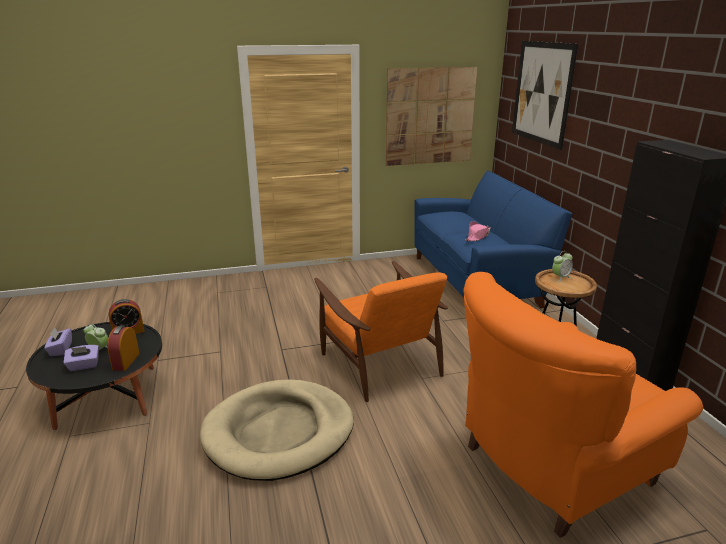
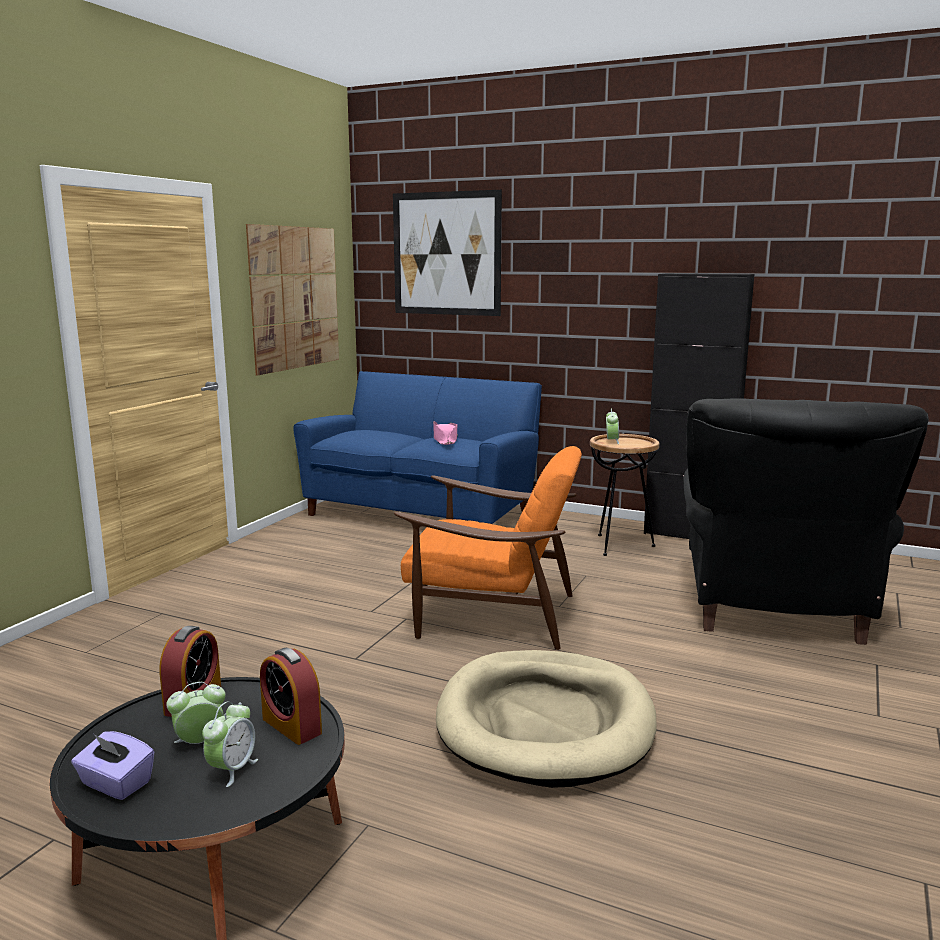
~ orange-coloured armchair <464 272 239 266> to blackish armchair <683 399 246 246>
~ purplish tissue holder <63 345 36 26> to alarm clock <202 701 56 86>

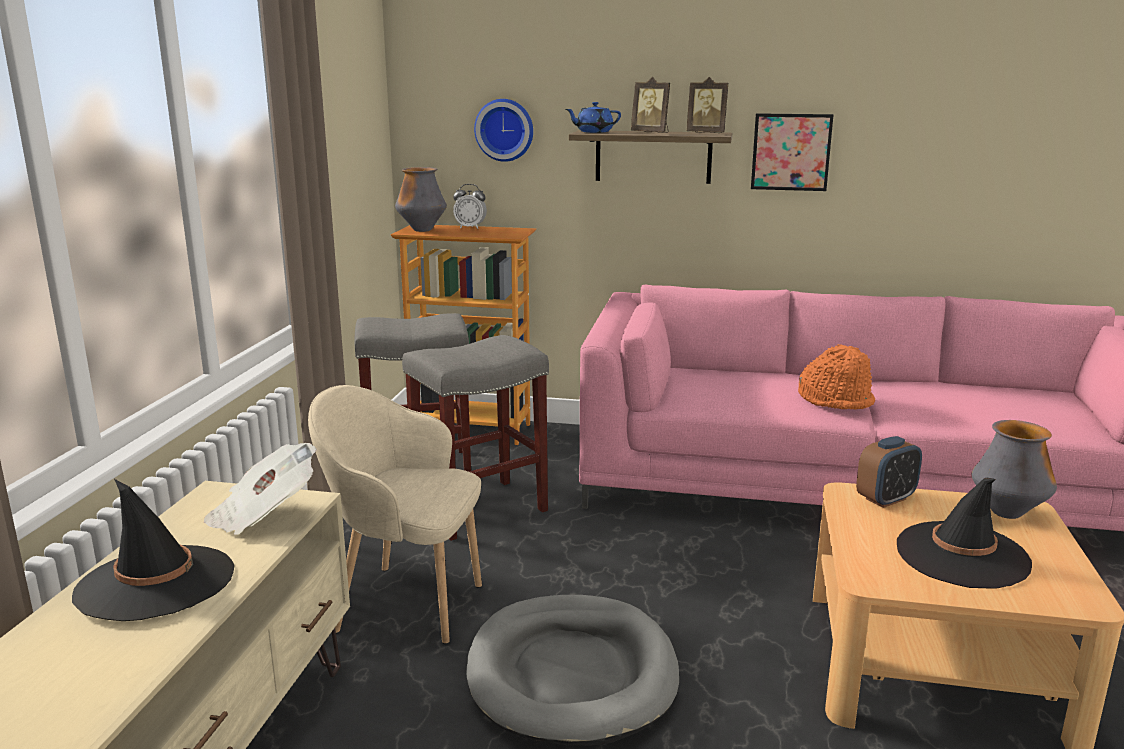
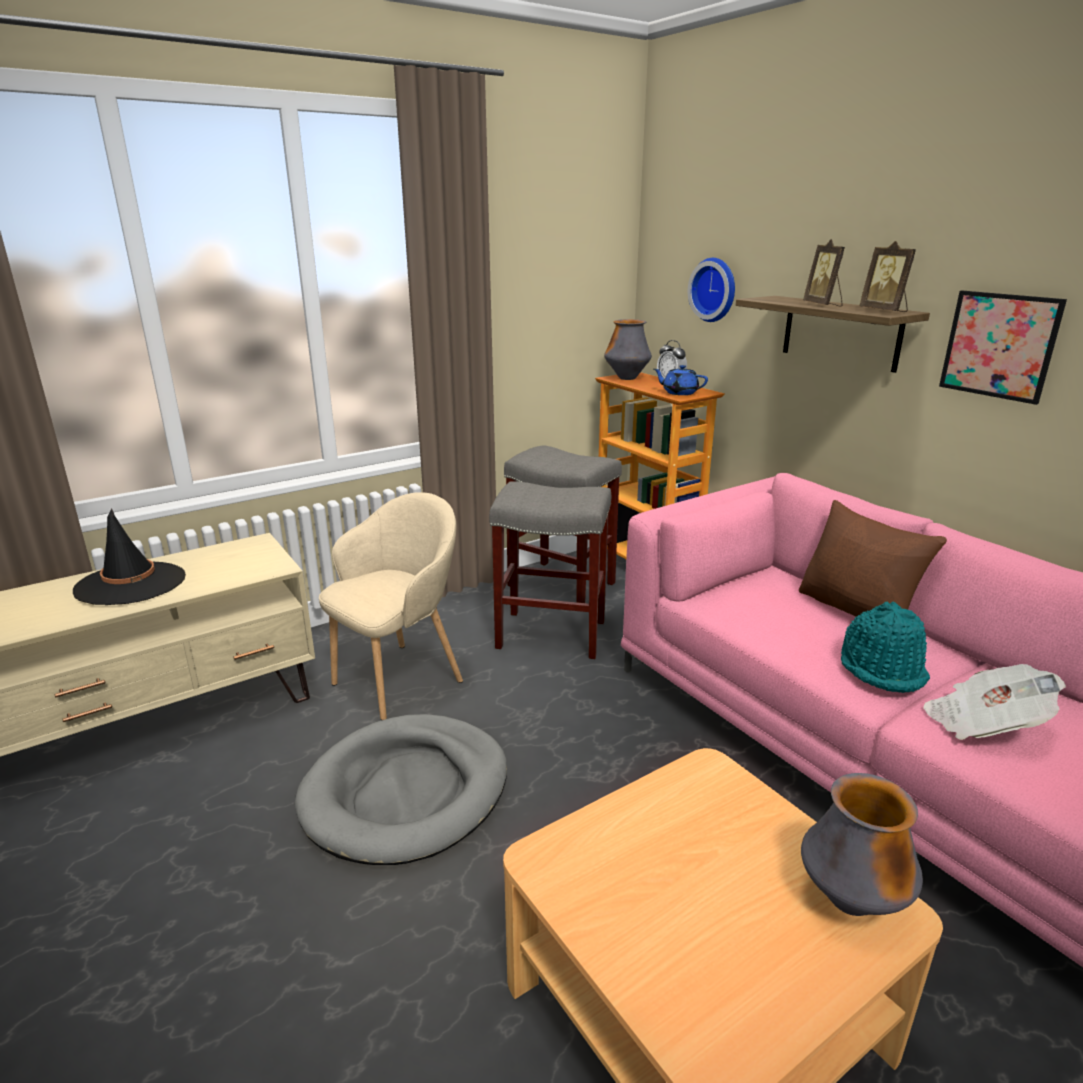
~ blue teapot <566 102 55 31> to <654 365 54 30>
~ orange-coloured hat <798 344 77 66> to turquoise-coloured hat <841 602 89 91>
~ sand-coloured armchair <308 385 174 259> = <319 492 144 228> 75 degrees clockwise
- alarm clock <856 436 66 72>
~ daily paper <204 443 113 92> to <923 664 143 76>
- blackish hat <897 478 135 111>
+ brown pillow <799 500 148 116>

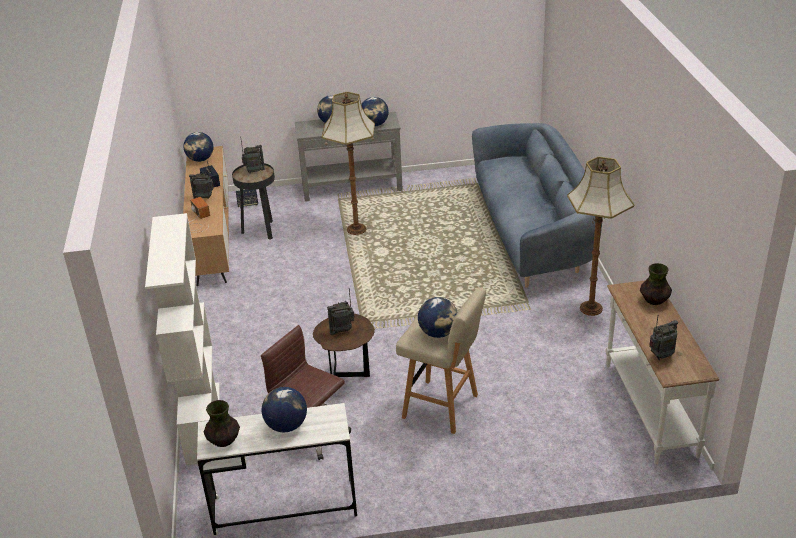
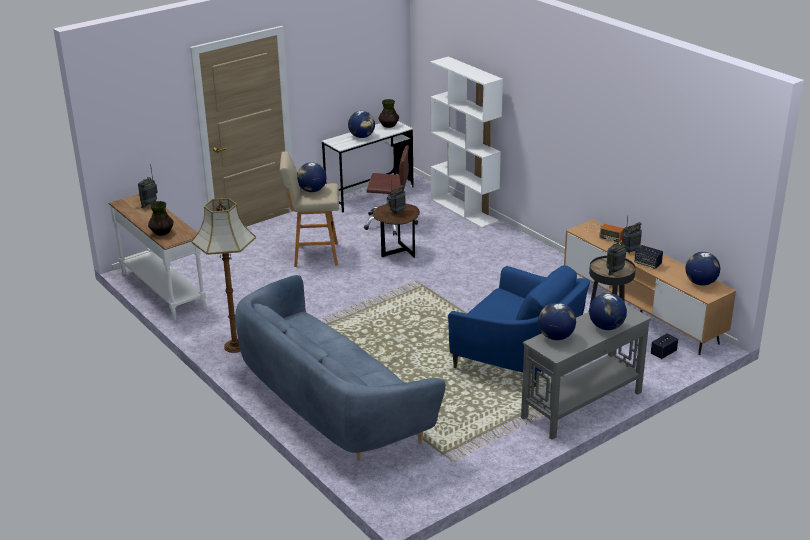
~ standing lamp <321 92 54 143> to blue armchair <448 265 142 122>

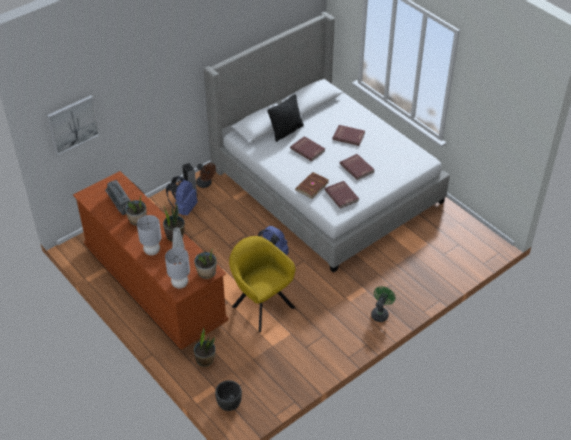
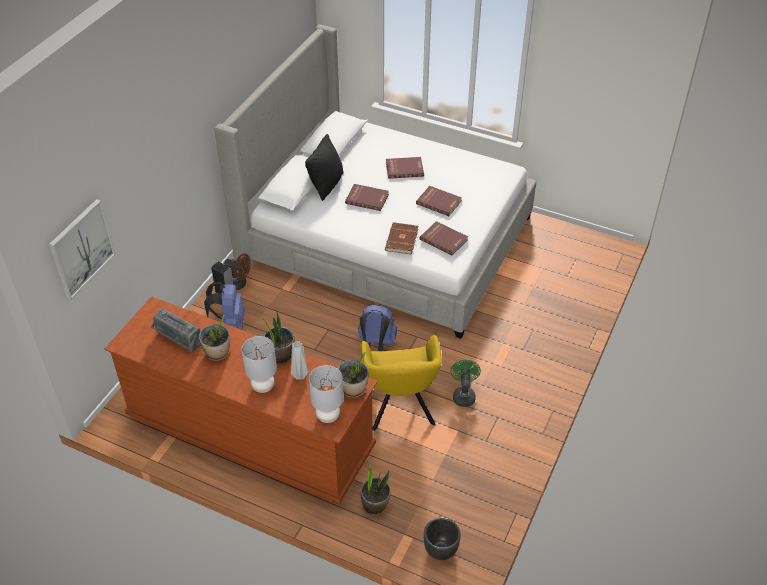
~ yellow armchair <229 236 67 96> = <360 335 82 96> 120 degrees counterclockwise
~ green-coloured electric fan <371 286 25 36> to <450 360 31 47>

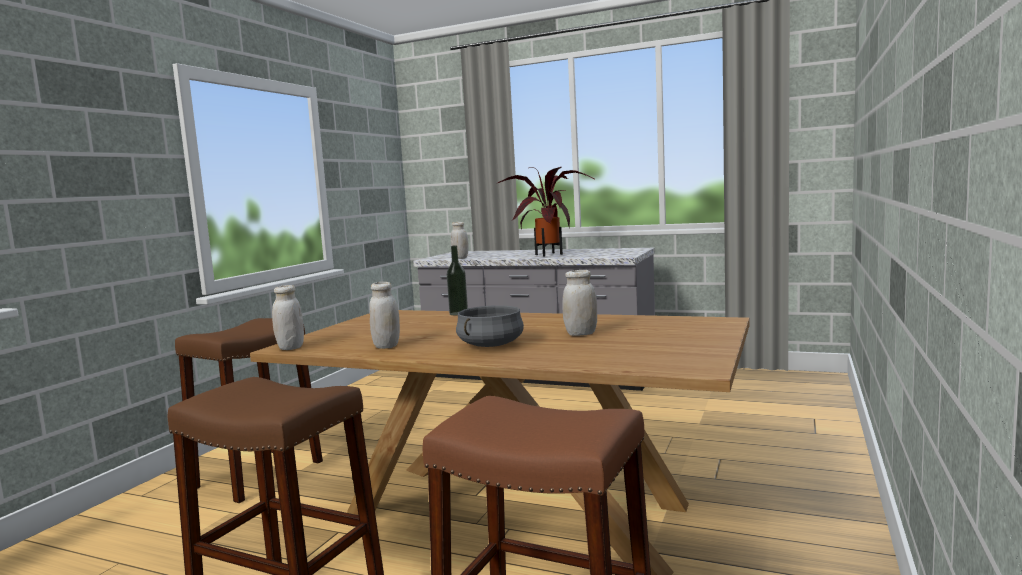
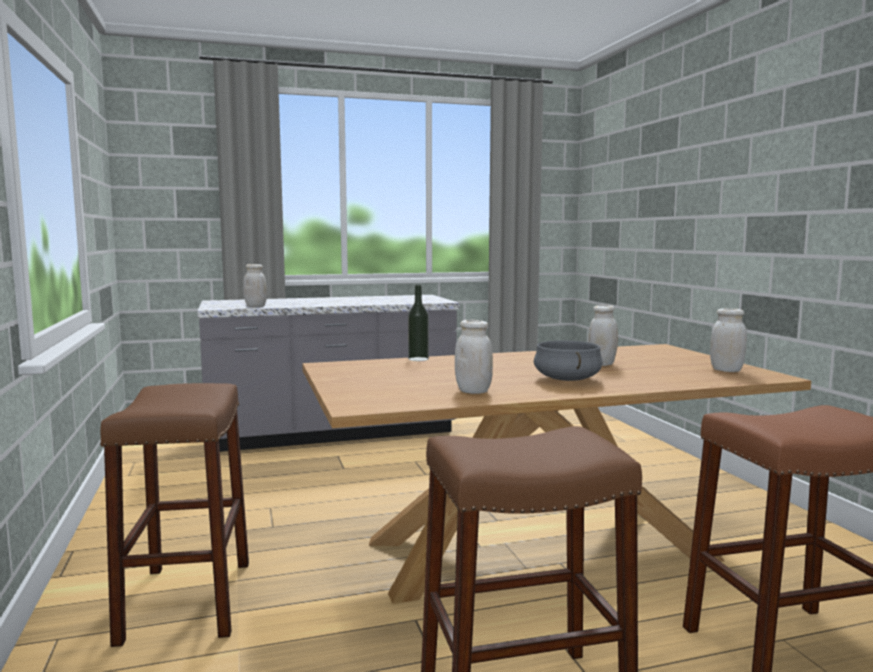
- houseplant <496 167 98 90>
~ white-coloured preserve jar <272 285 32 65> to <710 308 37 64>

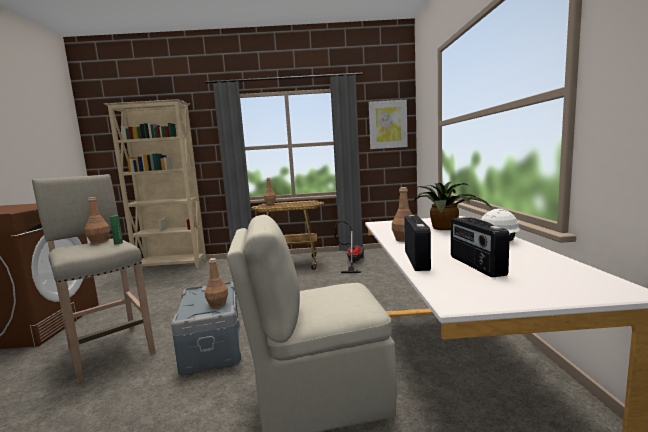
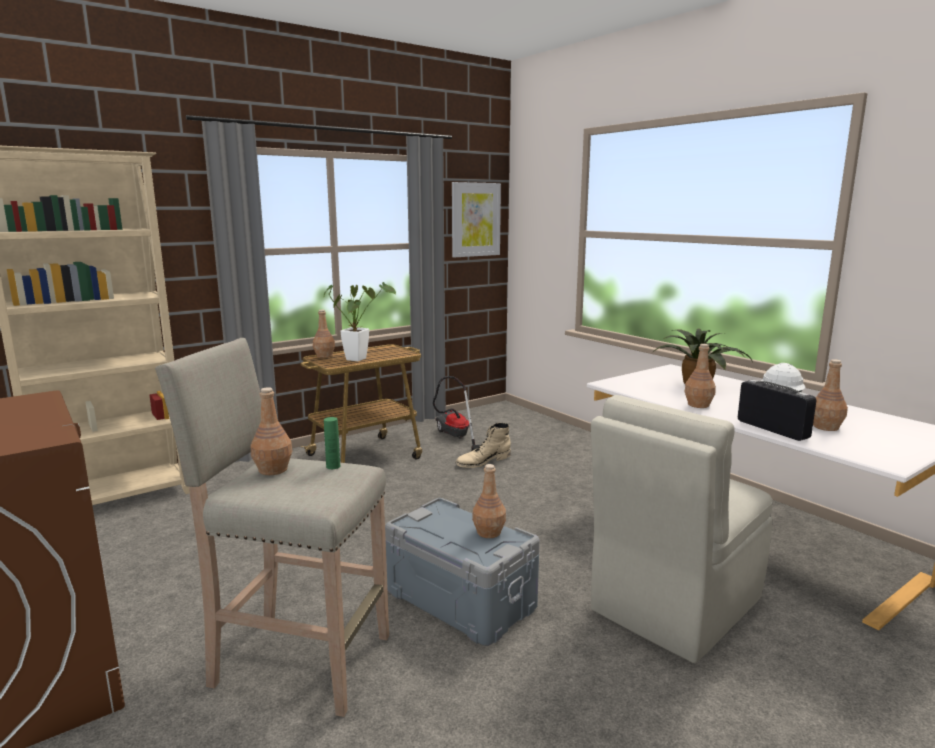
~ radio receiver <451 217 59 60> to brown bottle <813 359 35 72>
+ houseplant <324 282 72 79>
+ sand-coloured high-top boot <455 423 56 45>

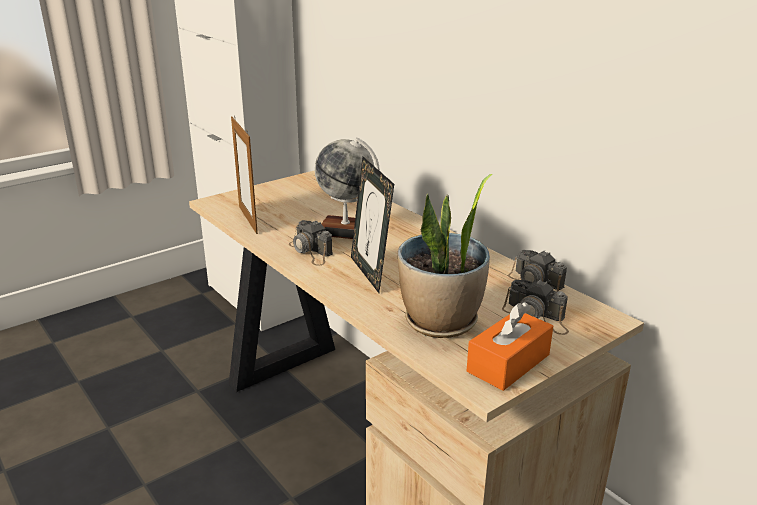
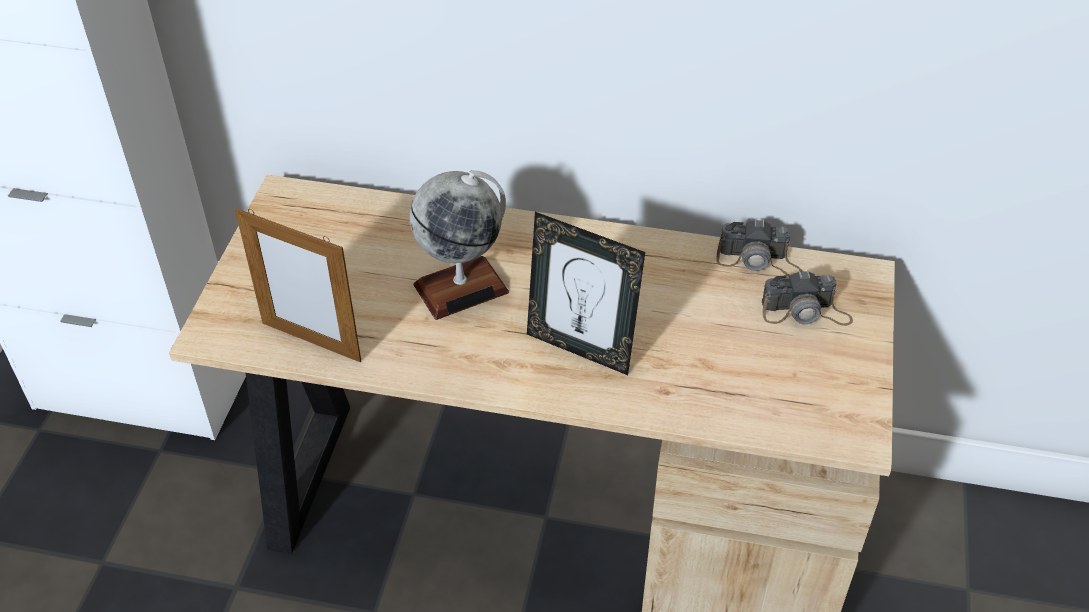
- houseplant <398 174 94 164>
- still camera <289 220 44 46>
- orange-coloured tissue holder <467 302 86 89>

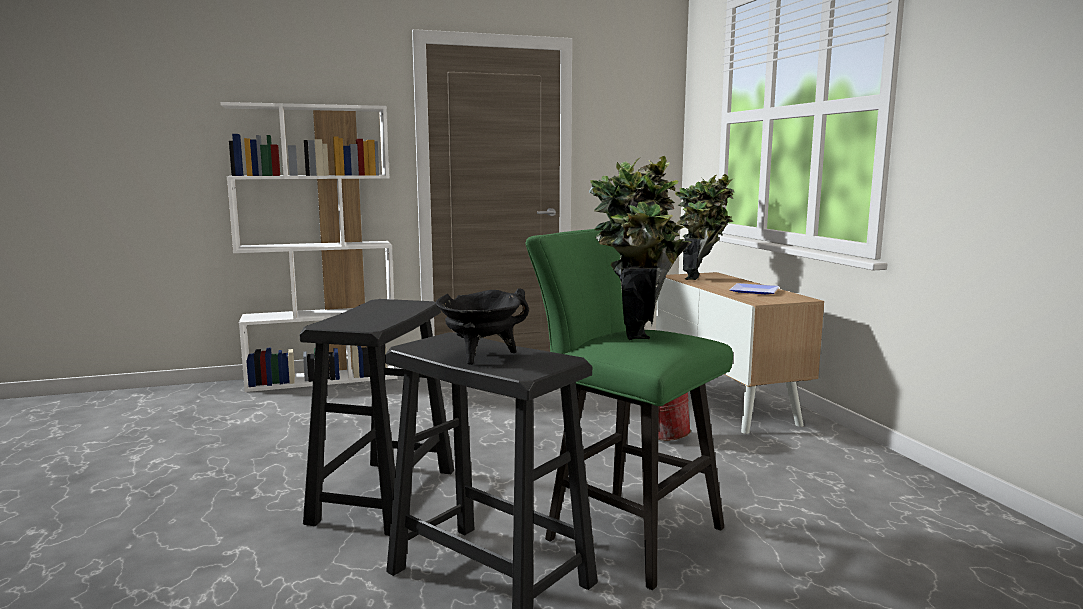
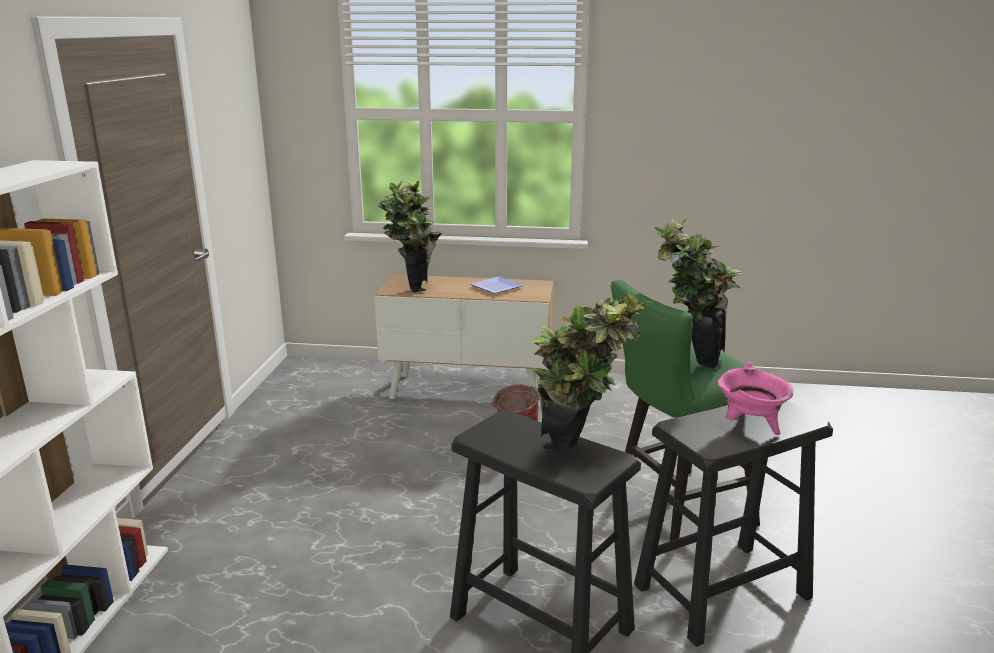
~ blackish stockpot <436 288 93 77> to pink stockpot <718 362 75 73>
+ houseplant <531 292 122 158>

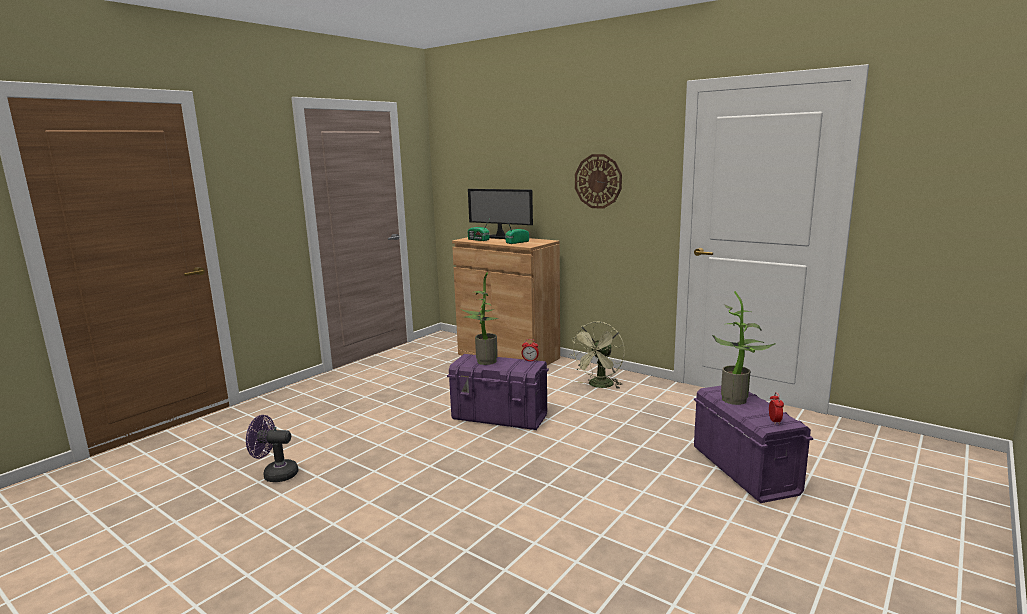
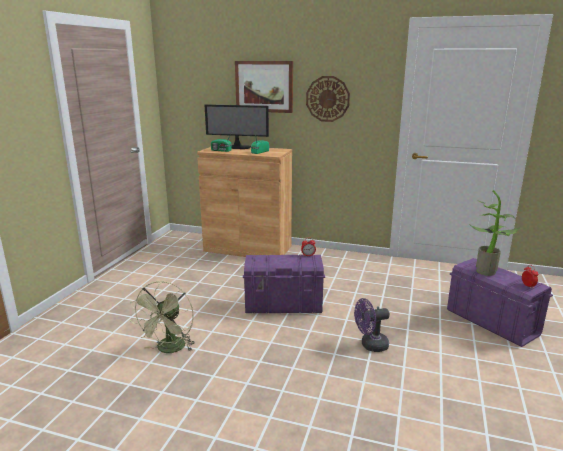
- houseplant <460 273 39 92>
~ green-coloured electric fan <570 322 55 67> to <131 281 64 72>
~ purplish electric fan <246 415 52 67> to <354 298 36 54>
+ picture <235 61 58 52>

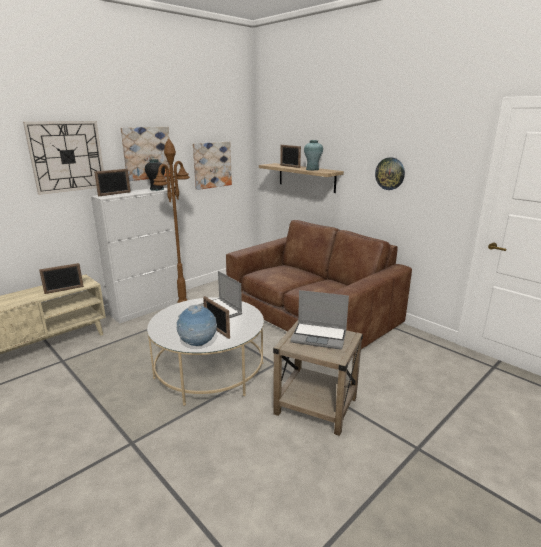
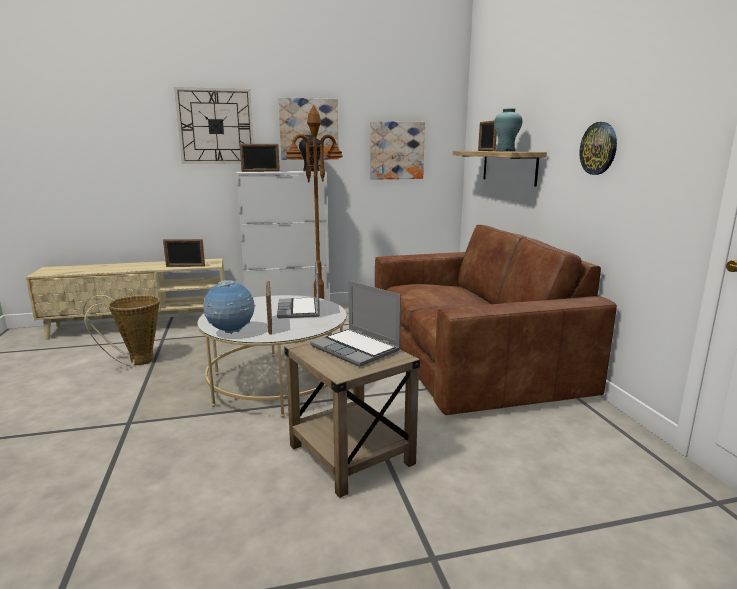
+ household basket <83 295 77 71>

